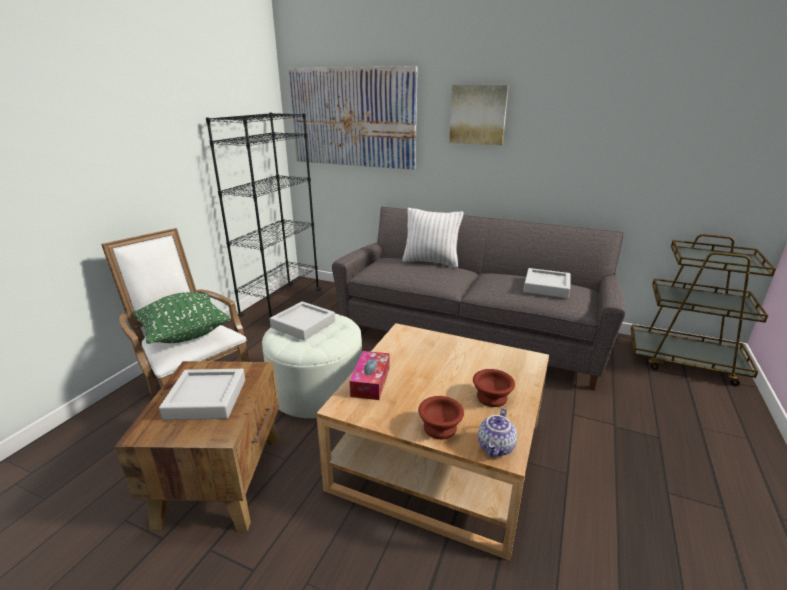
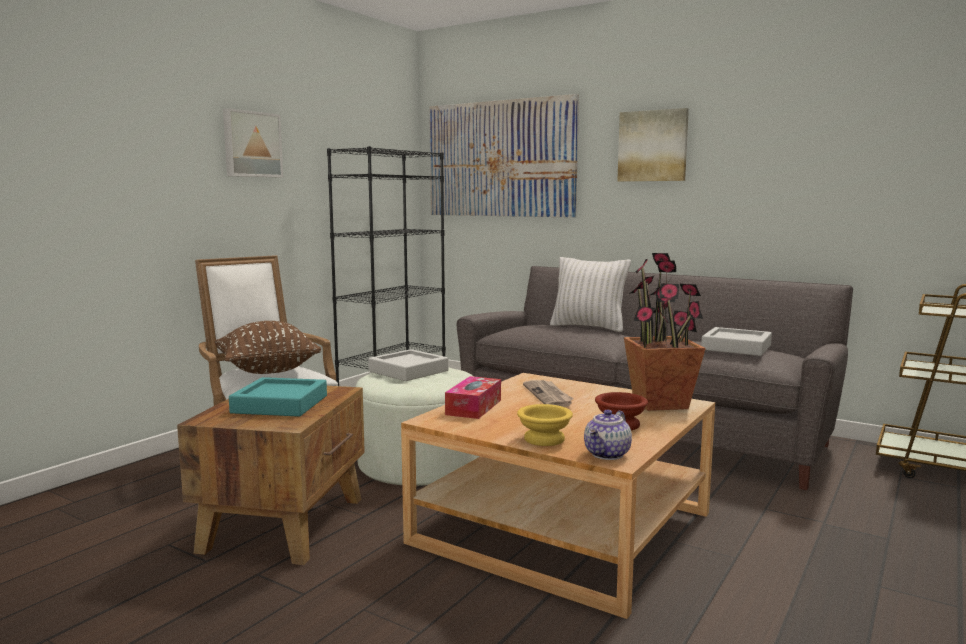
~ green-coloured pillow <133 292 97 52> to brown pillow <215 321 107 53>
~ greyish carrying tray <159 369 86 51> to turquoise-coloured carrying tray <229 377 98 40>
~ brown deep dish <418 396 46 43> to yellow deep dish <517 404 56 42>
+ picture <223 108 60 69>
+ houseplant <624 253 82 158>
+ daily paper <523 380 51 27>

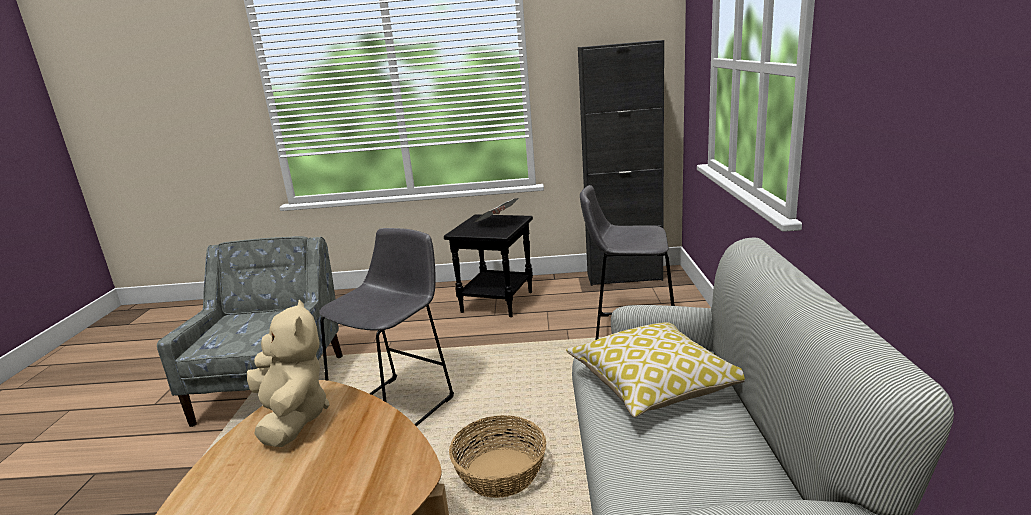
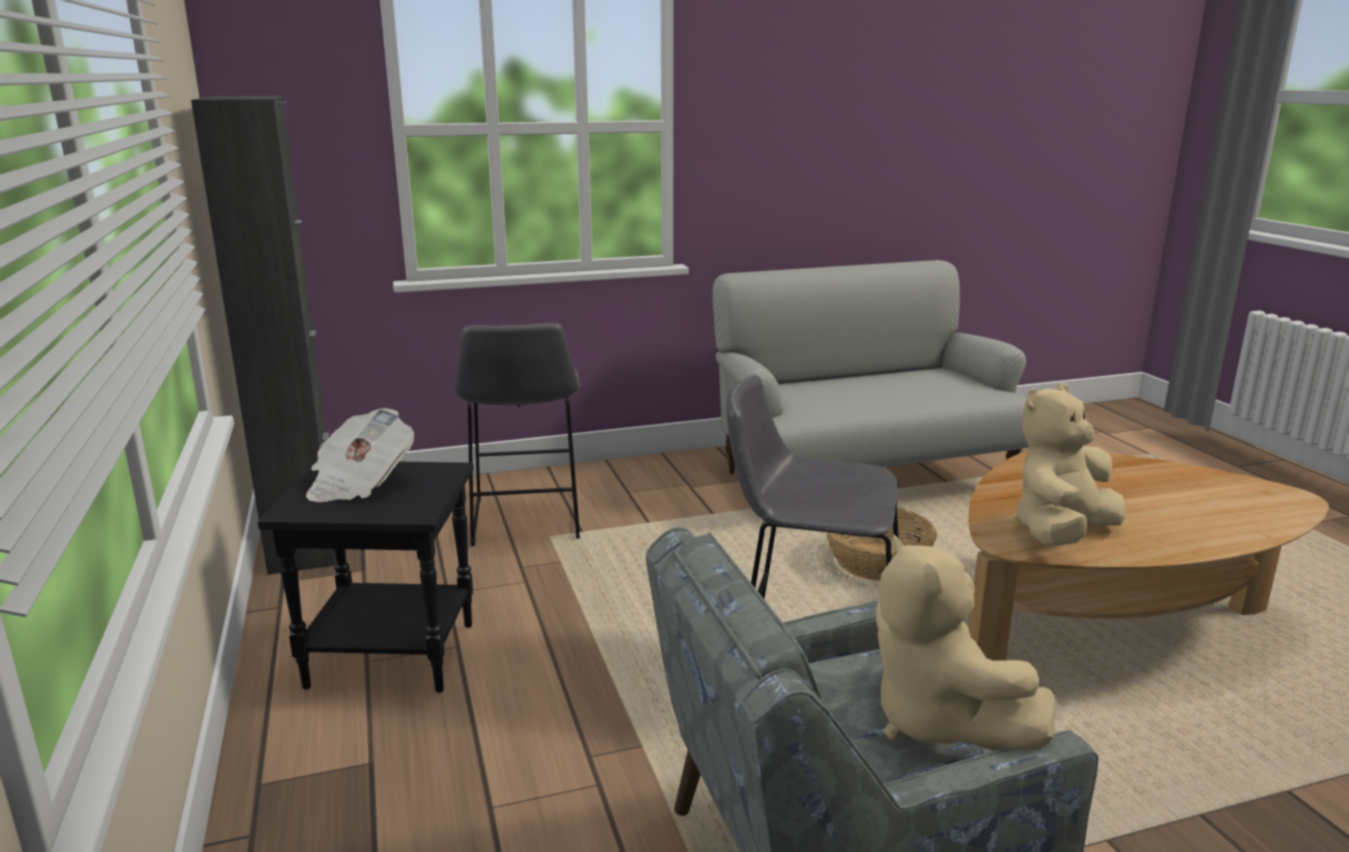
- pillow <566 322 179 95>
+ sand-coloured cuddly toy <876 534 181 217>

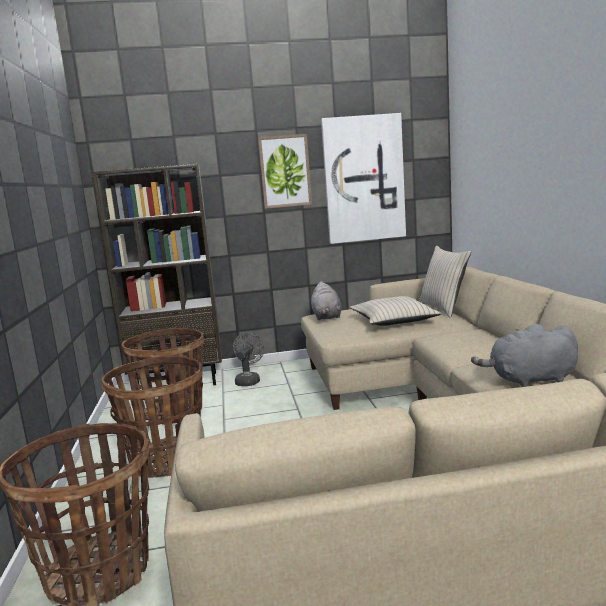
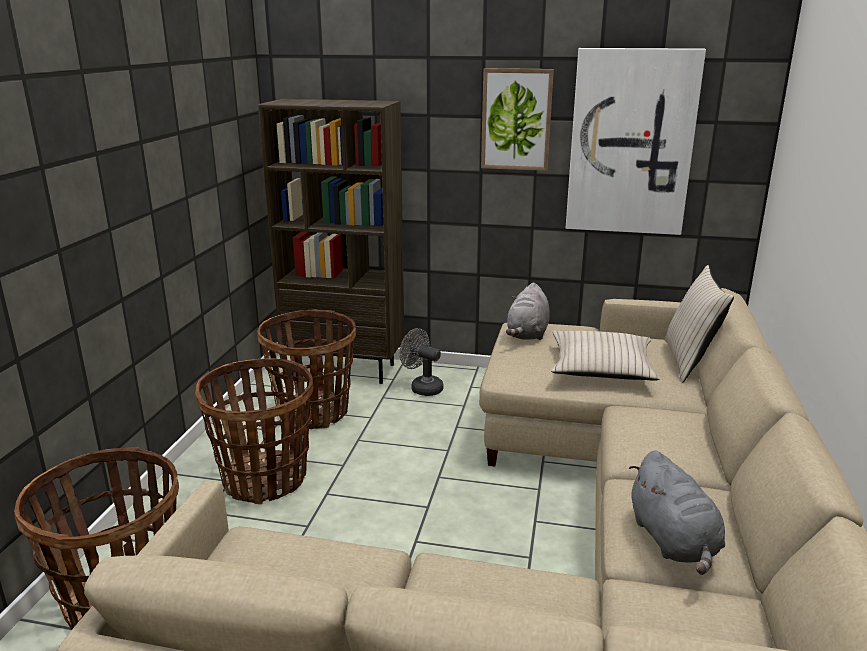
~ greyish cuddly toy <471 324 107 63> = <629 451 96 124> 120 degrees counterclockwise
~ greyish electric fan <233 332 31 54> = <400 328 44 68> 90 degrees counterclockwise

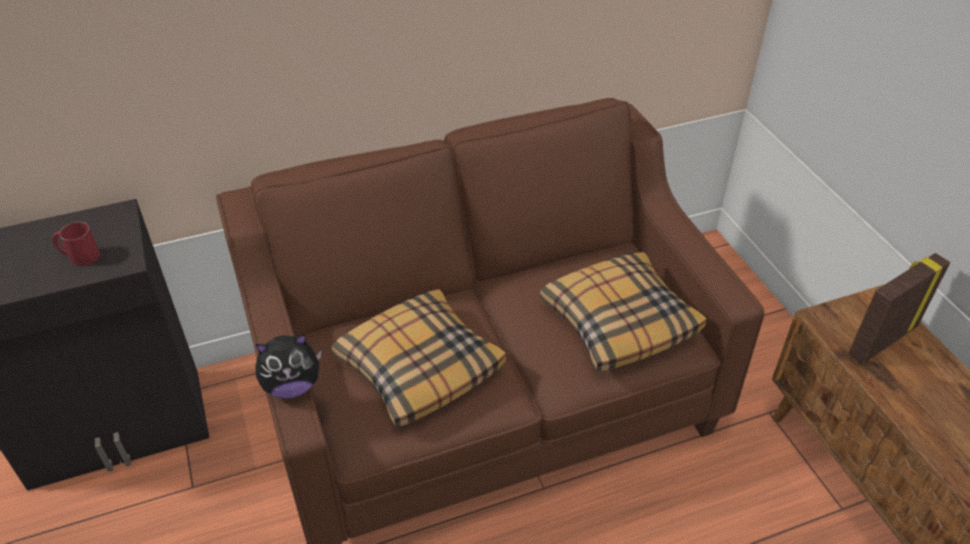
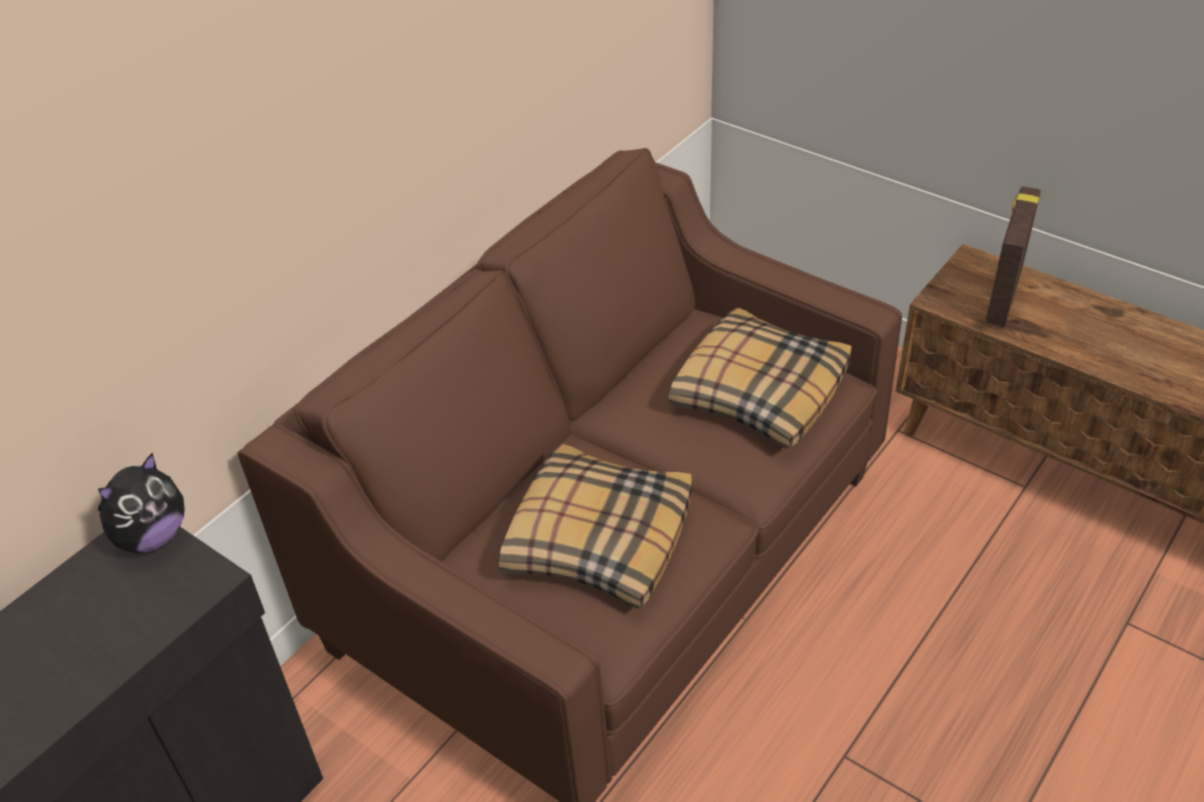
- red-coloured mug <52 222 48 44>
~ cuddly toy <256 334 66 65> to <98 453 87 100>

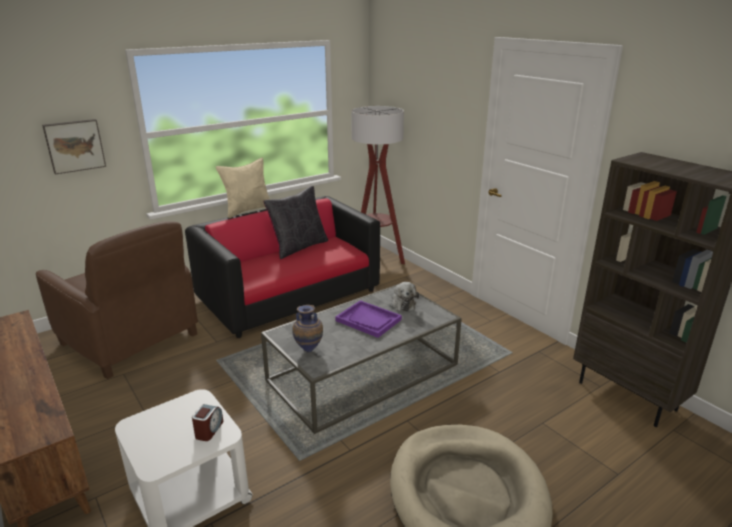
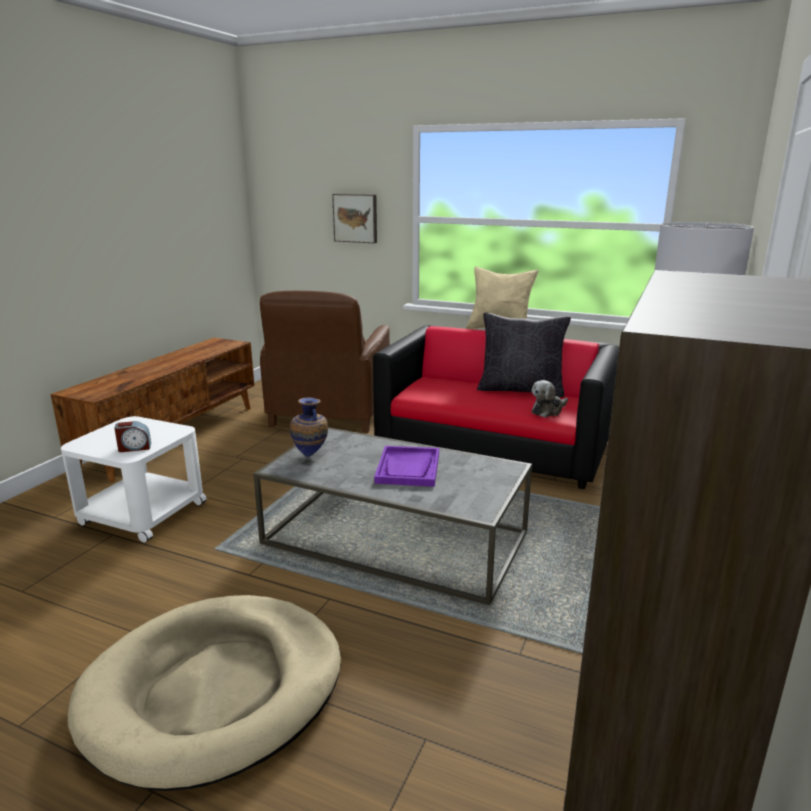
~ cuddly toy <391 282 28 30> to <532 380 36 38>

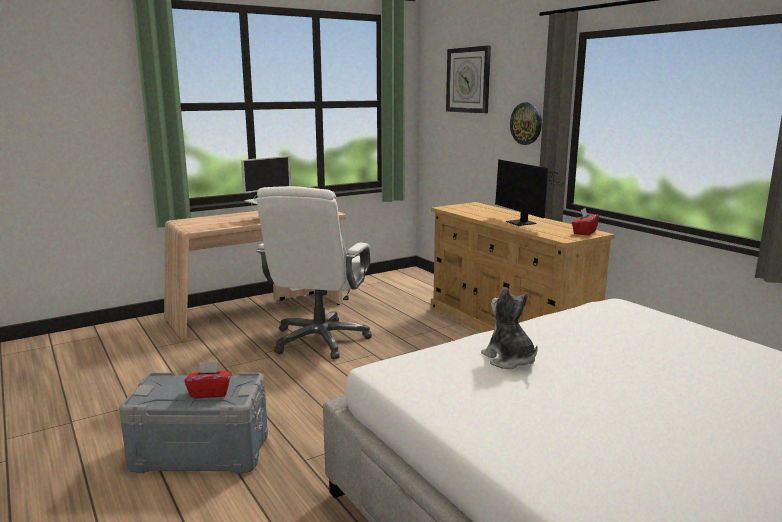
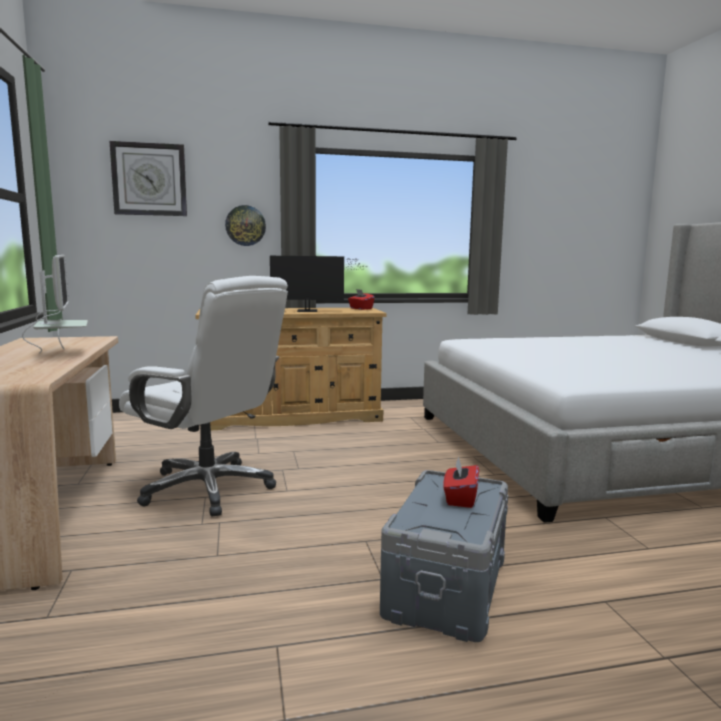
- cuddly toy <481 287 57 82>

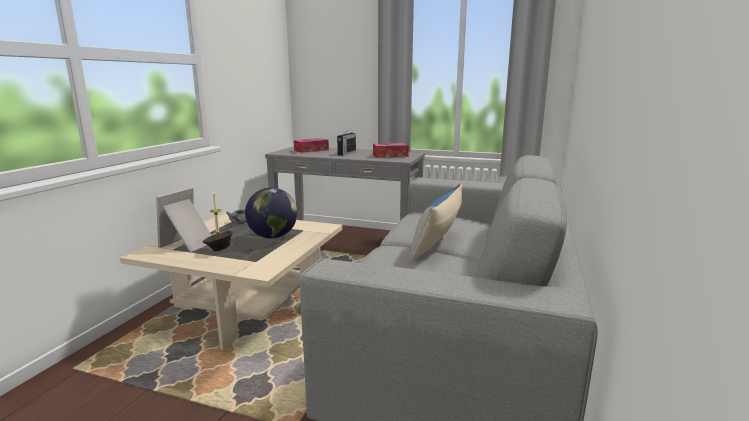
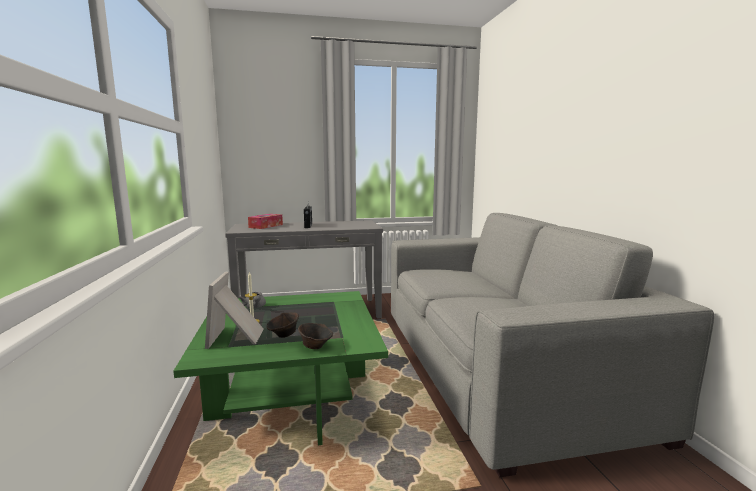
- tissue holder <373 143 36 15>
- pillow <409 183 53 80>
- world globe <245 188 52 51>
~ sand-coloured low table <120 212 222 138> to green-coloured low table <173 291 215 154>
+ brown deep dish <298 323 35 26>

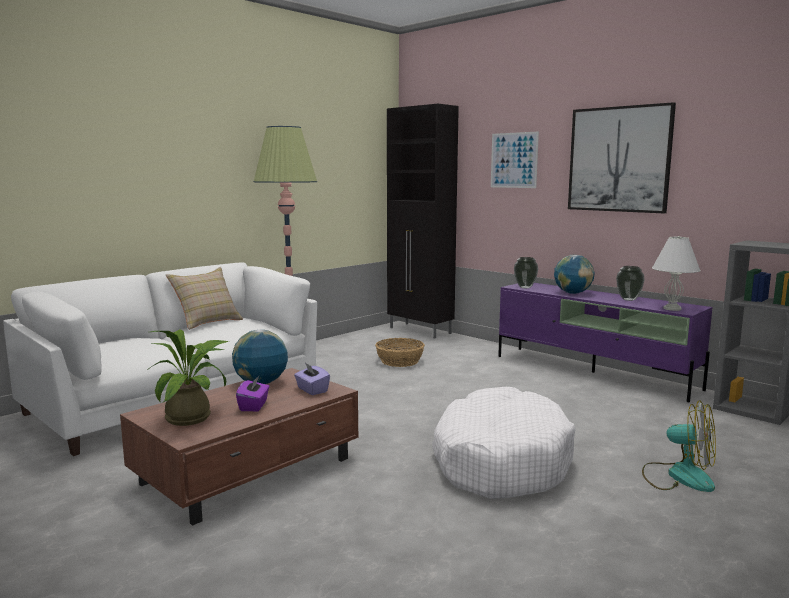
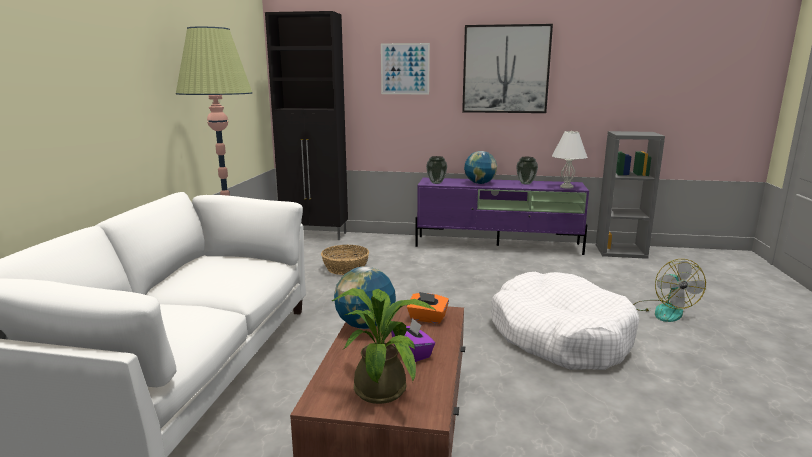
- sand-coloured pillow <166 267 77 63>
~ purplish tissue holder <294 363 36 32> to orange-coloured tissue holder <407 292 42 32>
~ electric fan <642 400 74 92> = <633 259 73 63> 90 degrees clockwise

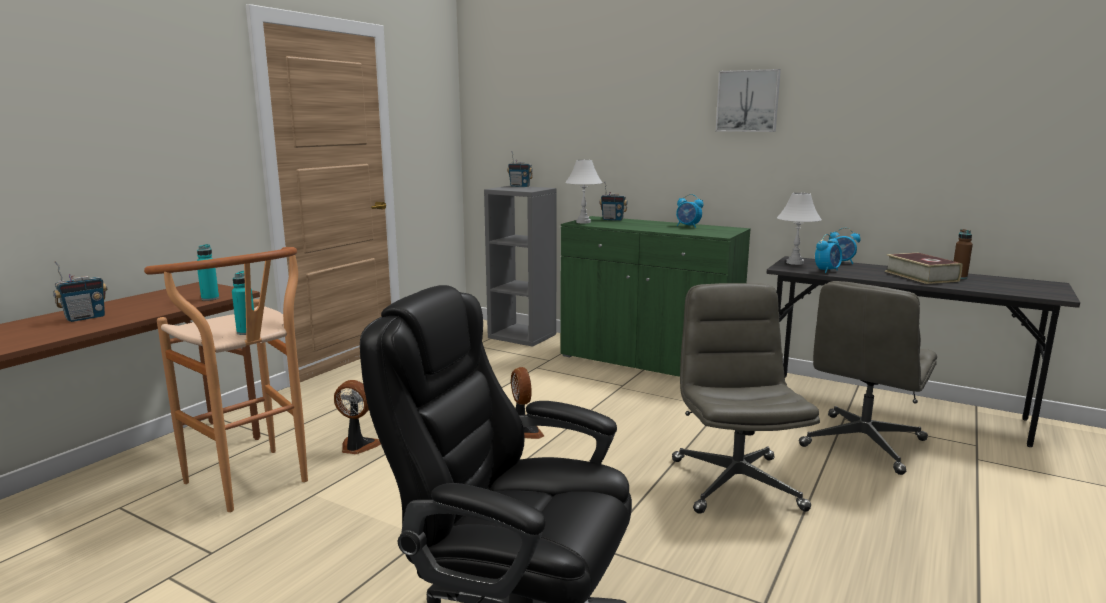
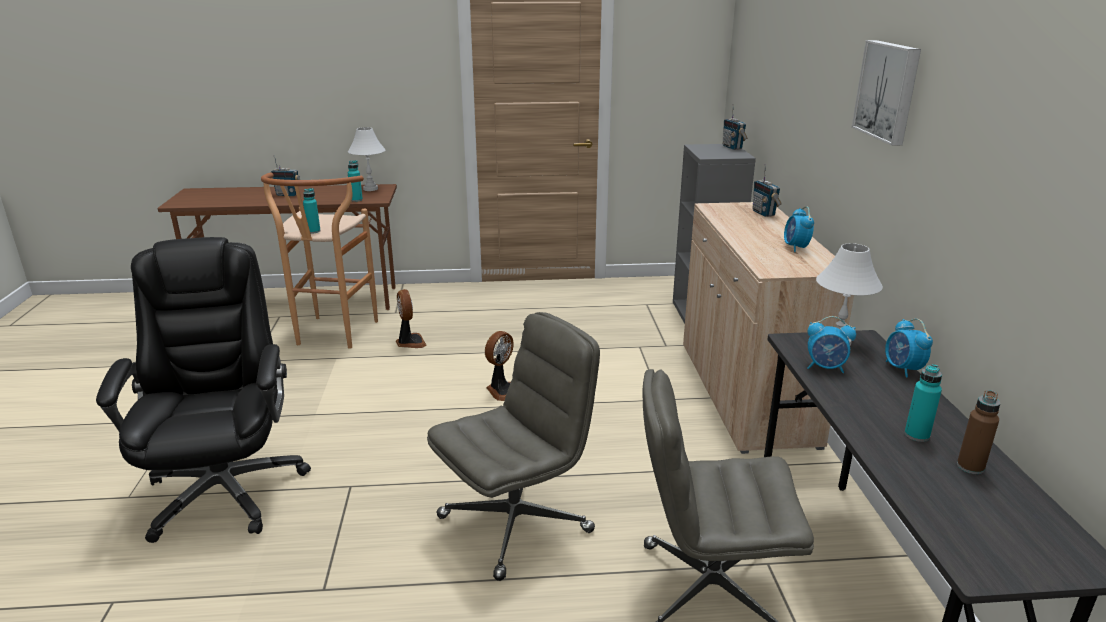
~ white-coloured tabletop lamp <565 160 38 64> to <348 127 38 64>
~ green-coloured cabinet <560 216 191 161> to sand-coloured cabinet <683 202 171 252>
~ volume <885 253 77 31> to turquoise-coloured bottle <904 364 38 78>

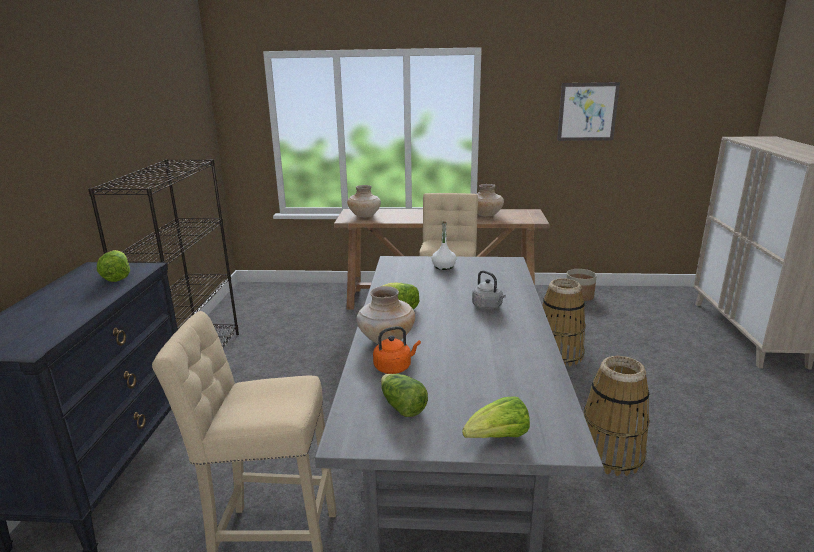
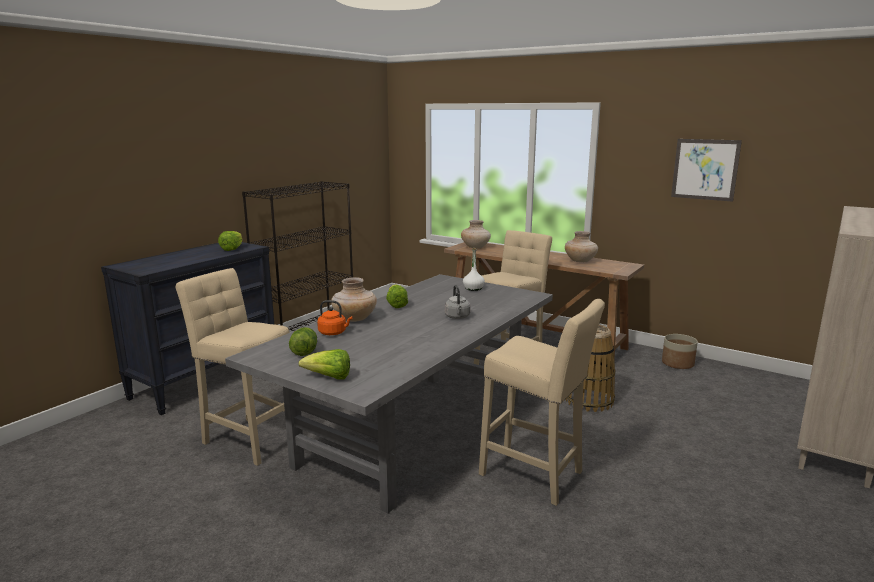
~ household basket <584 356 66 120> to sand-coloured sitting stool <479 299 126 207>

